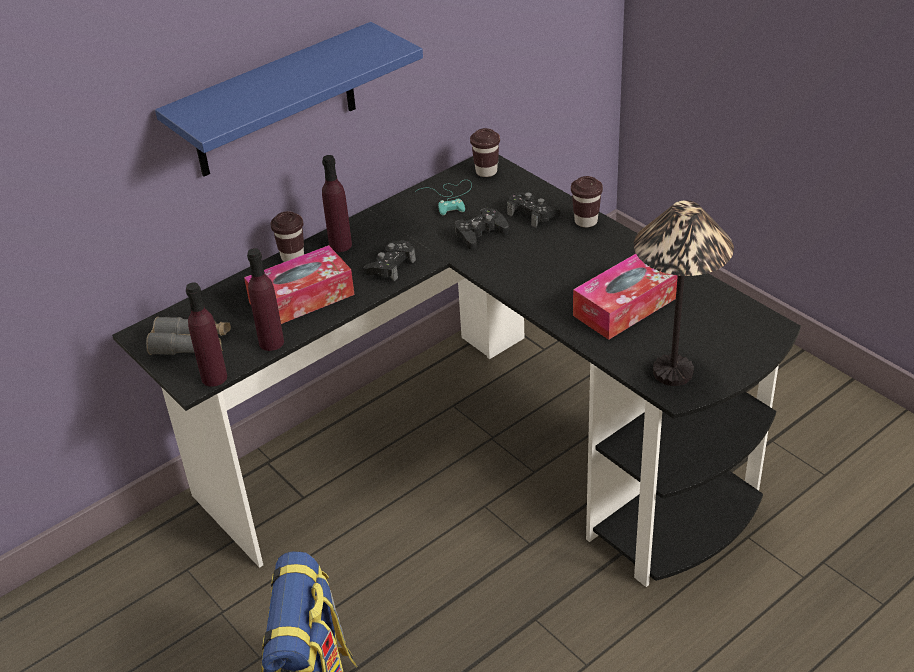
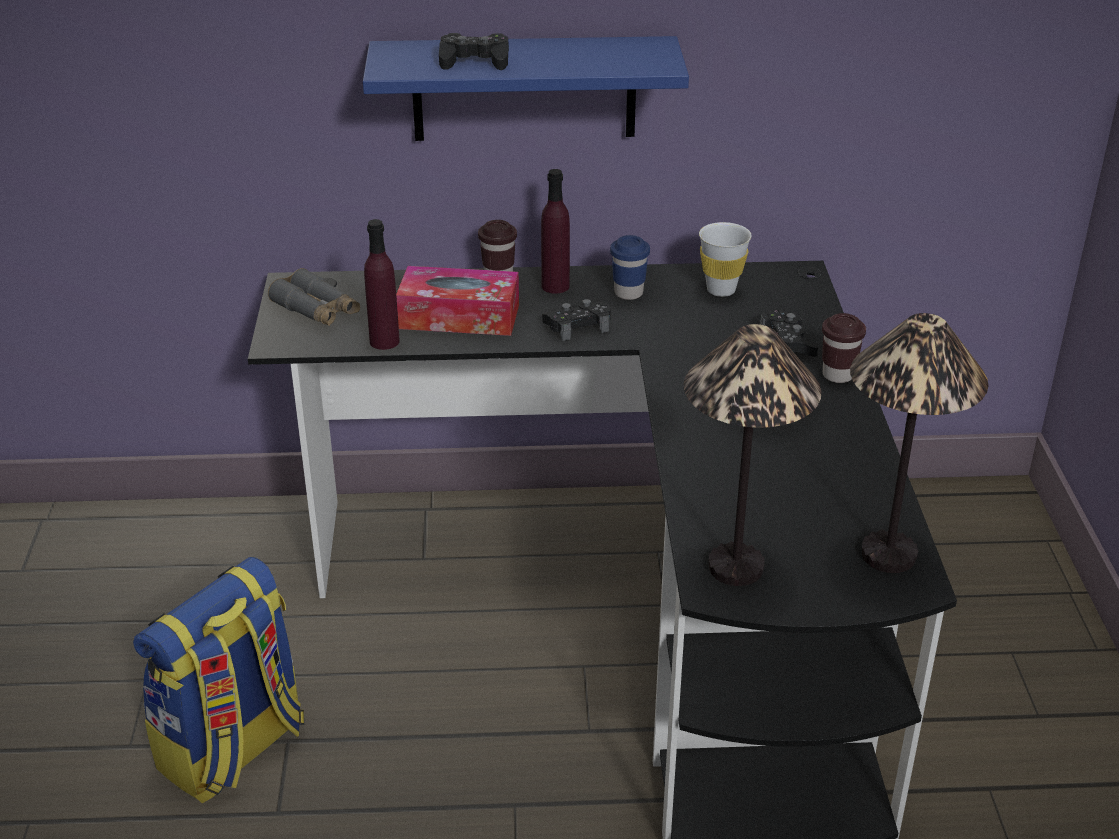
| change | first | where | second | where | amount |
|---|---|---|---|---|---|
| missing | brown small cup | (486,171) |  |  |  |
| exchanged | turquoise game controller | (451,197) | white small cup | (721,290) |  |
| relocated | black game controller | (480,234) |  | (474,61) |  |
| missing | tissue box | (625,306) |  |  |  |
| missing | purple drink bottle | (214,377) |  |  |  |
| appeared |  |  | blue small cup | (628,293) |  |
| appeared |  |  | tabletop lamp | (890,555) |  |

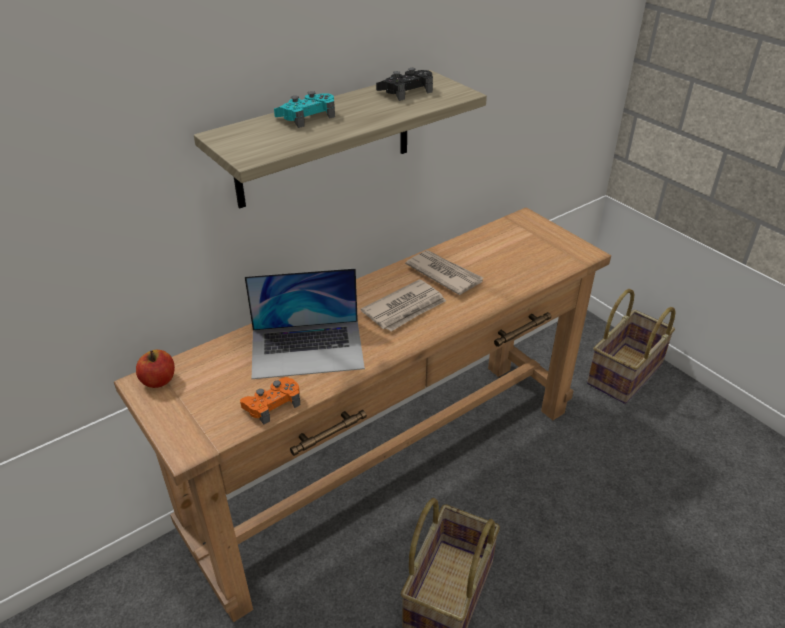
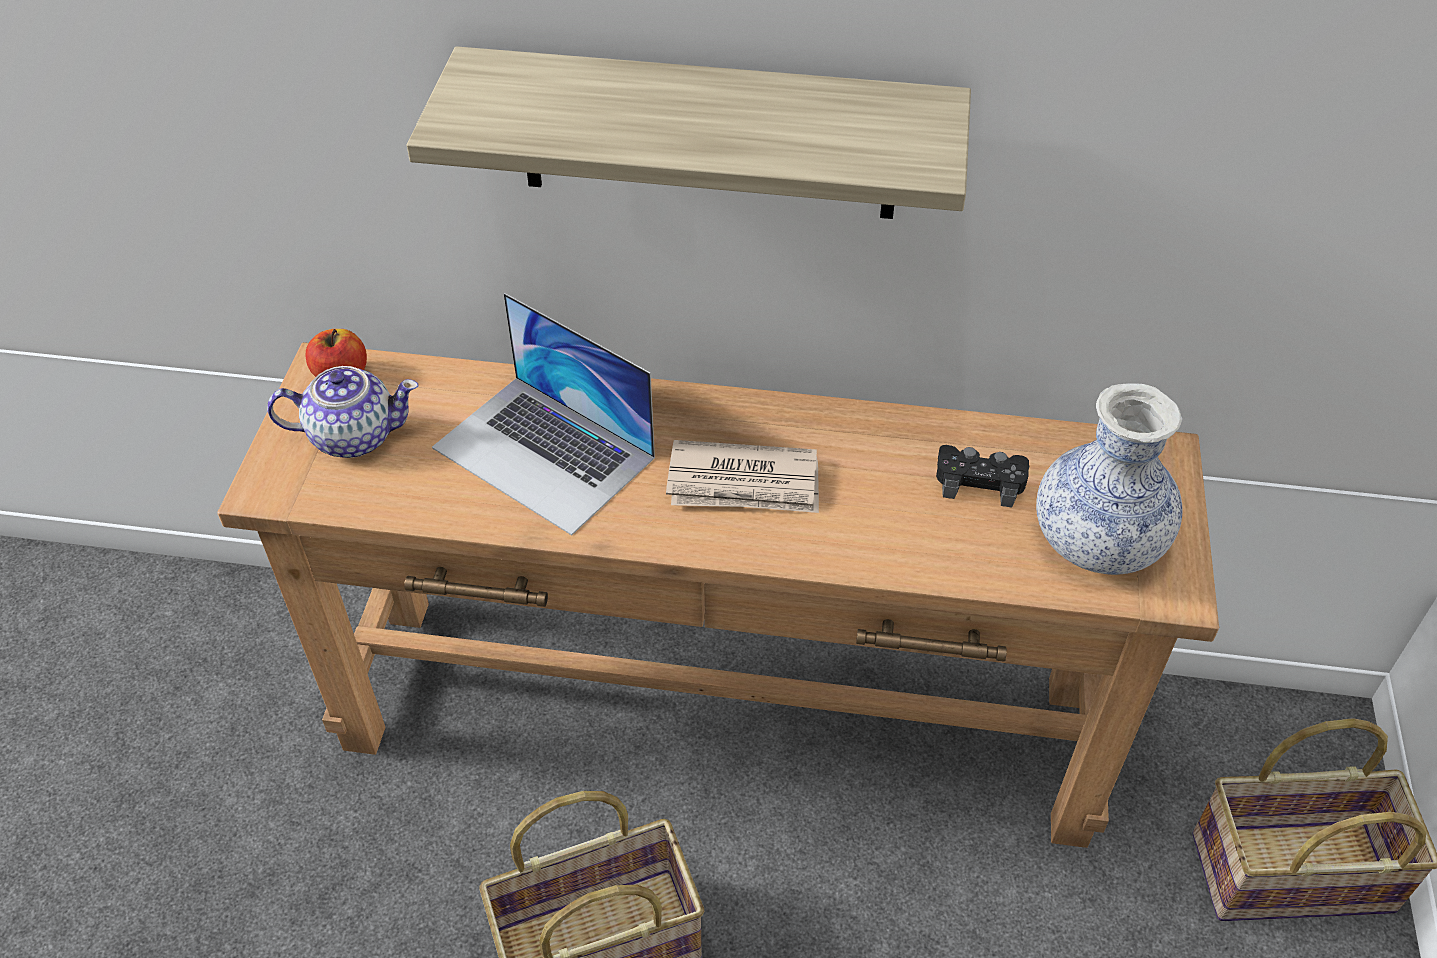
| change | first | where | second | where | amount |
|---|---|---|---|---|---|
| relocated | black game controller | (406,91) |  | (980,481) |  |
| missing | turquoise game controller | (306,117) |  |  |  |
| missing | printed paper | (444,274) |  |  |  |
| missing | orange game controller | (272,404) |  |  |  |
| appeared |  |  | pot for tea | (352,435) |  |
| appeared |  |  | decorative vase | (1097,541) |  |

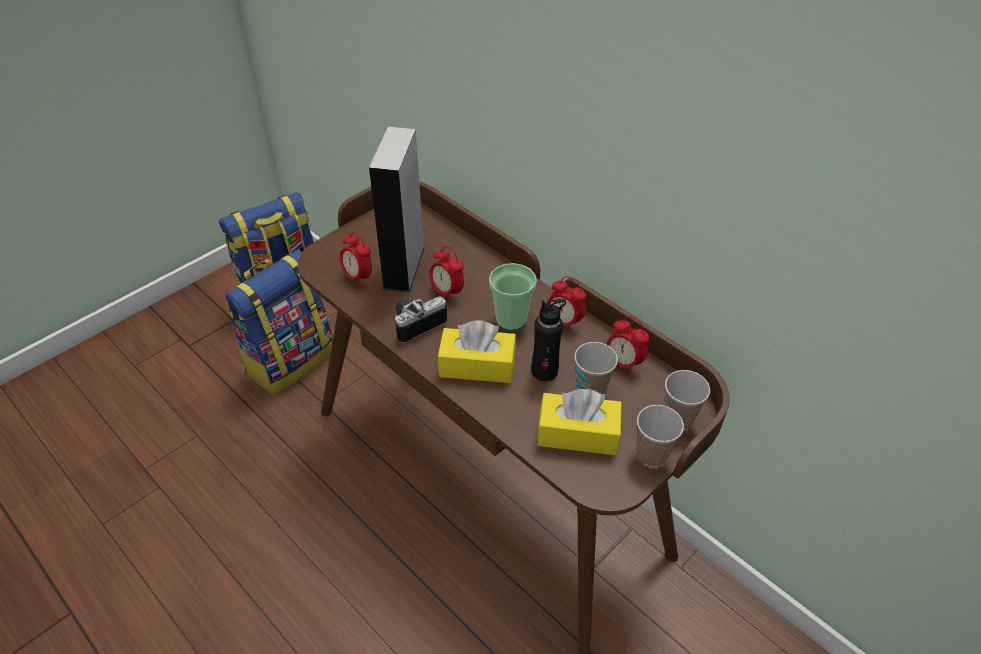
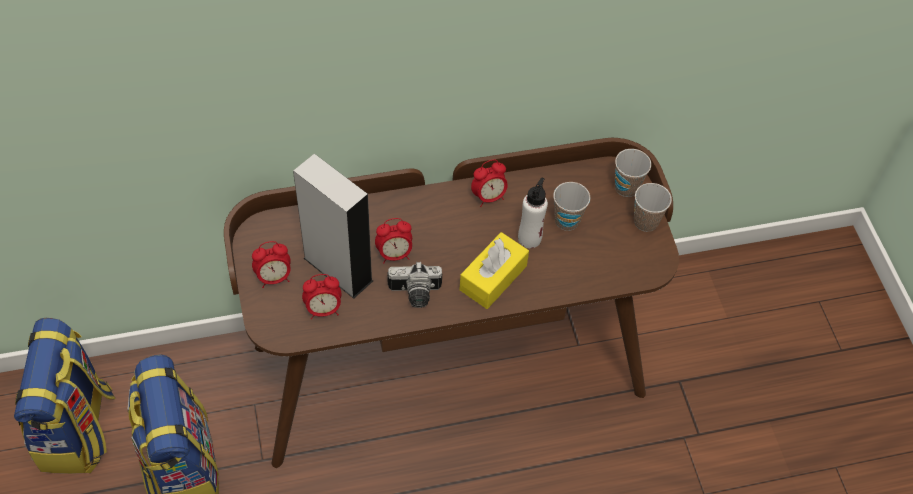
| change | first | where | second | where | amount |
|---|---|---|---|---|---|
| missing | small cup | (511,319) |  |  |  |
| spun | photo camera | (416,323) |  | (415,294) | 90 degrees counterclockwise |
| colour | black drink bottle | (544,371) | white drink bottle | (529,238) |  |
| relocated | alarm clock | (623,363) |  | (274,278) |  |
| missing | yellow-coloured tissue box | (577,434) |  |  |  |

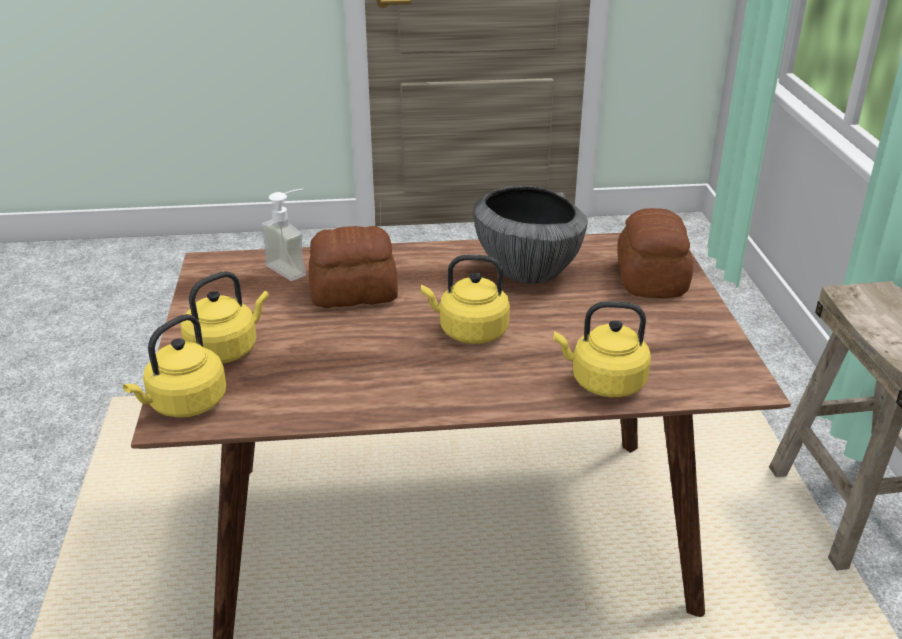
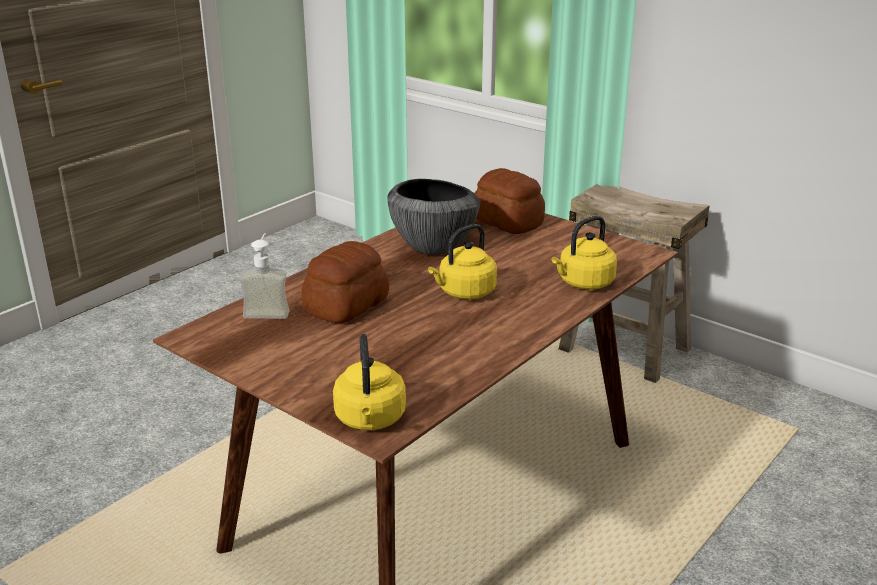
| change | first | where | second | where | amount |
|---|---|---|---|---|---|
| missing | yellow-coloured water kettle | (226,349) |  |  |  |

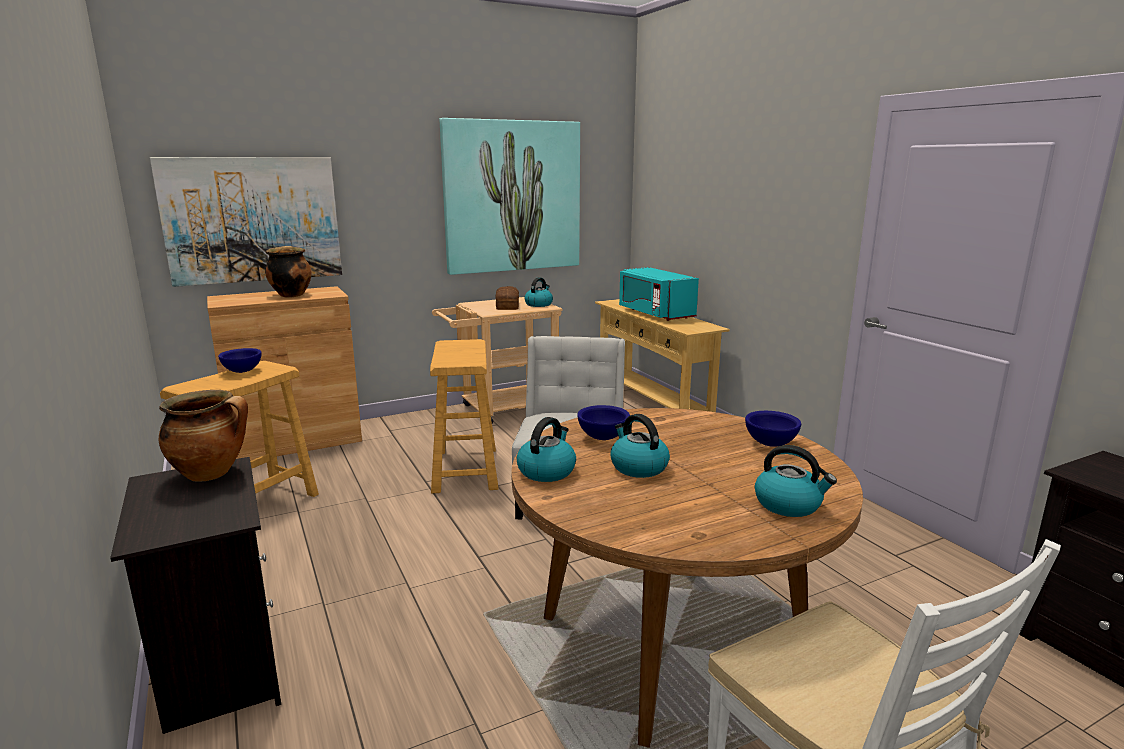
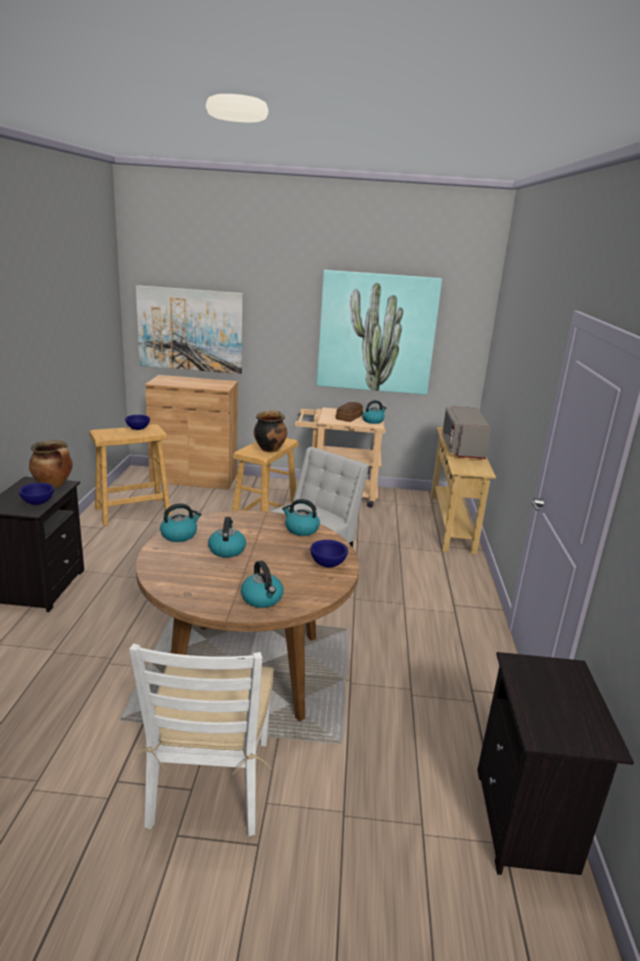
| change | first | where | second | where | amount |
|---|---|---|---|---|---|
| relocated | stockpot | (291,295) |  | (269,449) |  |
| colour | turquoise microwave oven | (655,313) | gray microwave oven | (462,448) |  |
| relocated | blue bowl | (602,437) |  | (38,502) |  |
| appeared |  |  | water kettle | (301,529) |  |

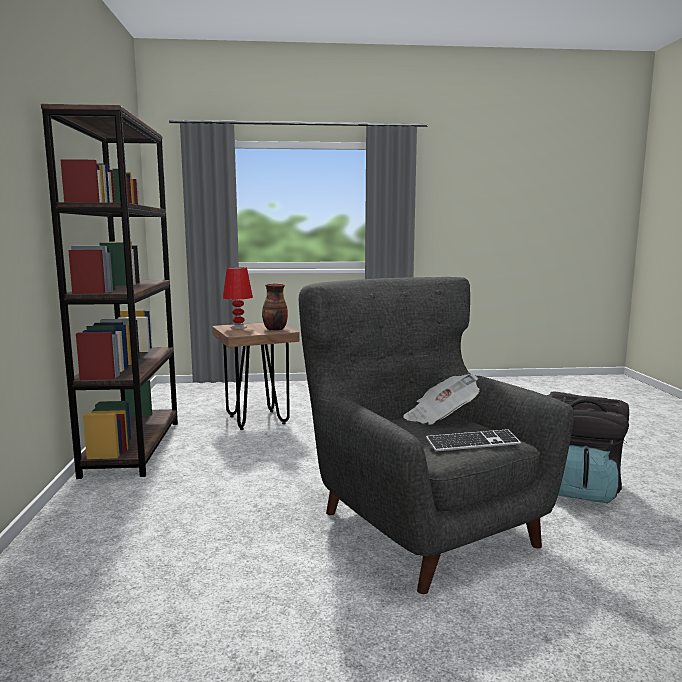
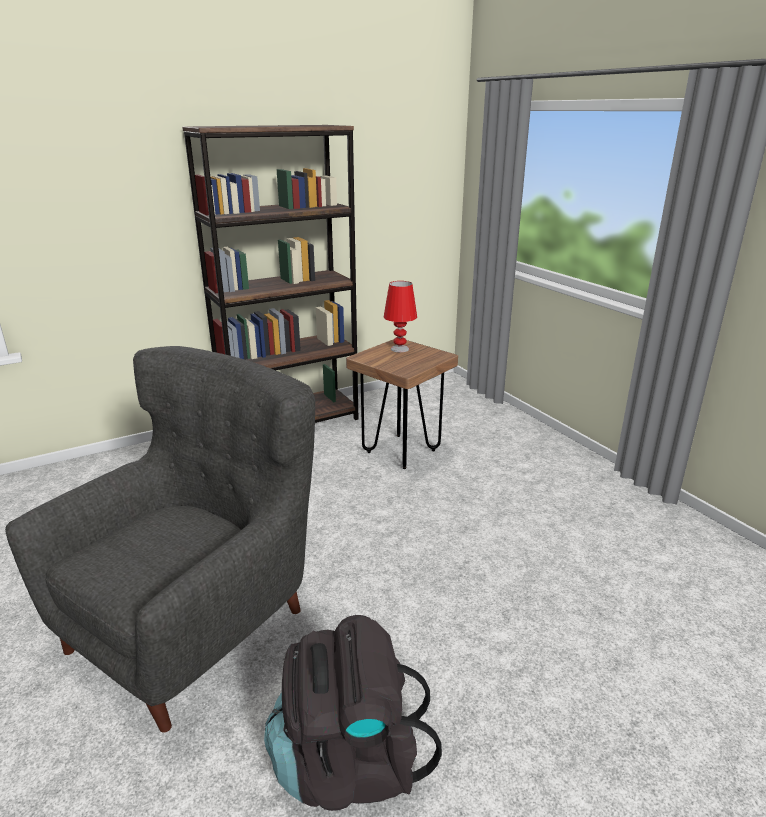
| change | first | where | second | where | amount |
|---|---|---|---|---|---|
| missing | decorative vase | (274,329) |  |  |  |
| missing | printed paper | (440,418) |  |  |  |
| missing | PC keyboard | (473,443) |  |  |  |

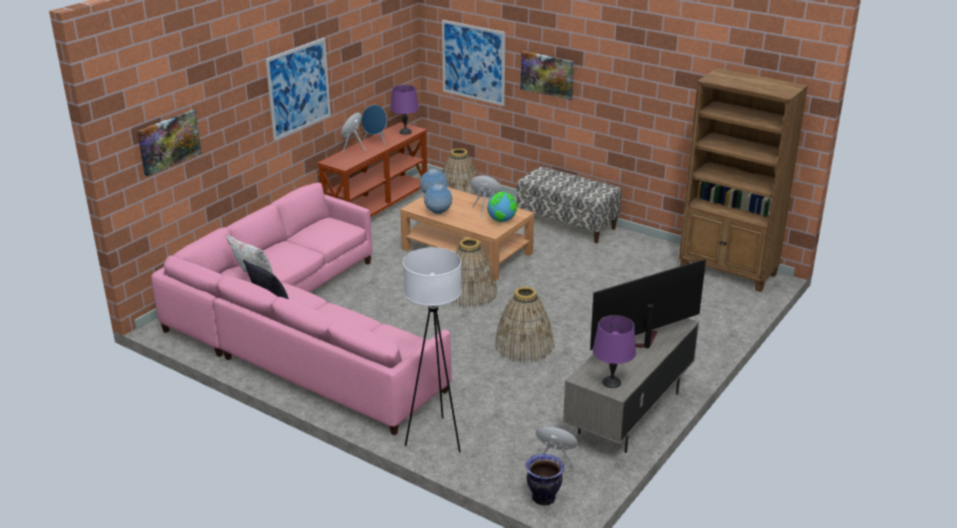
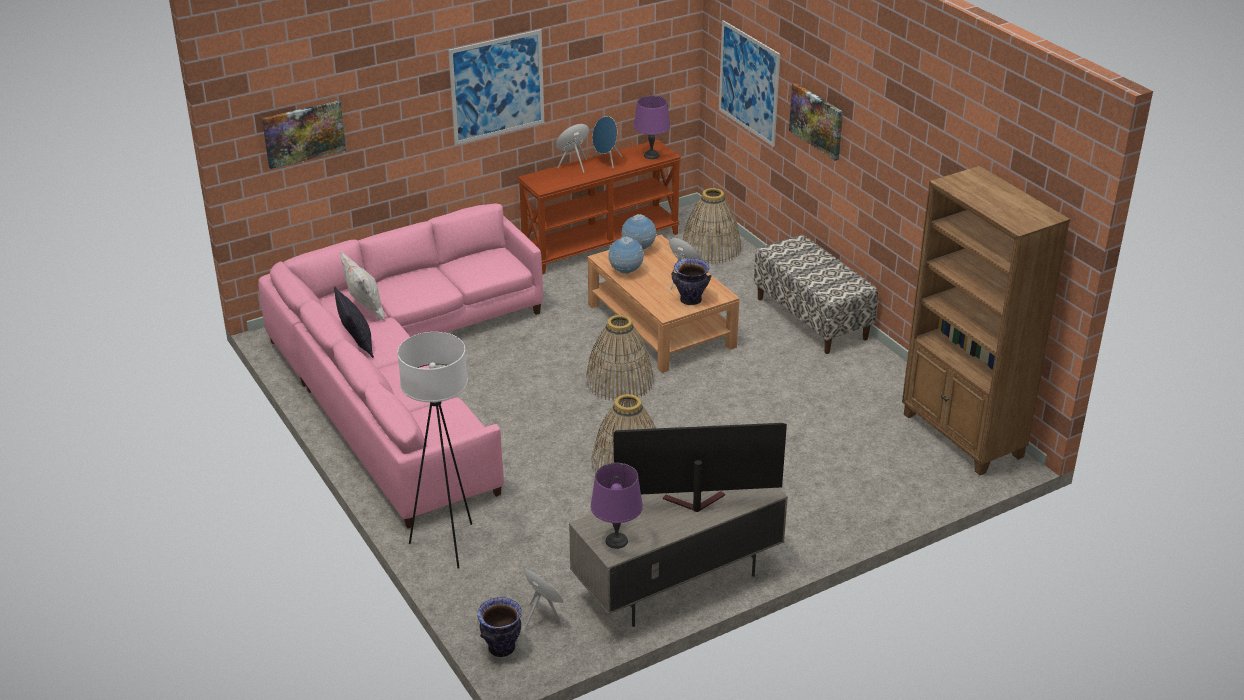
| change | first | where | second | where | amount |
|---|---|---|---|---|---|
| exchanged | desk globe | (502,221) | decorative vase | (690,300) |  |

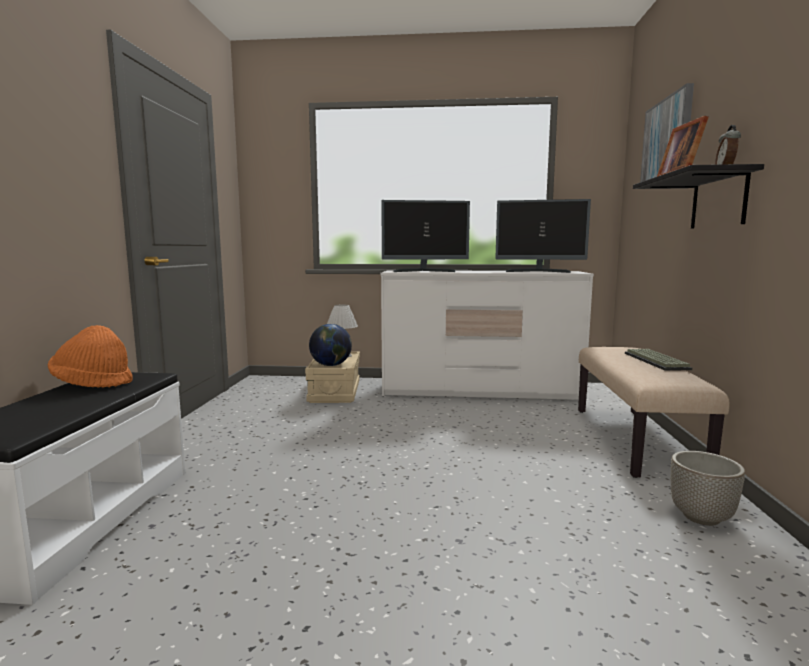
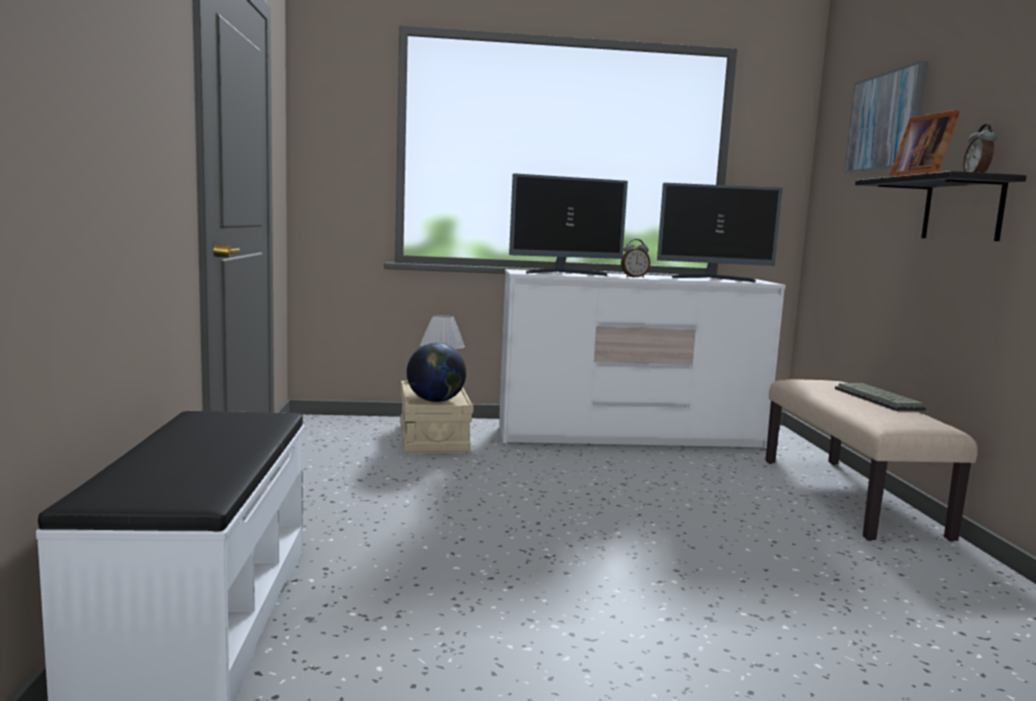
| change | first | where | second | where | amount |
|---|---|---|---|---|---|
| missing | orange wearable hat | (93,383) |  |  |  |
| missing | plant pot | (702,517) |  |  |  |
| appeared |  |  | alarm clock | (634,277) |  |

